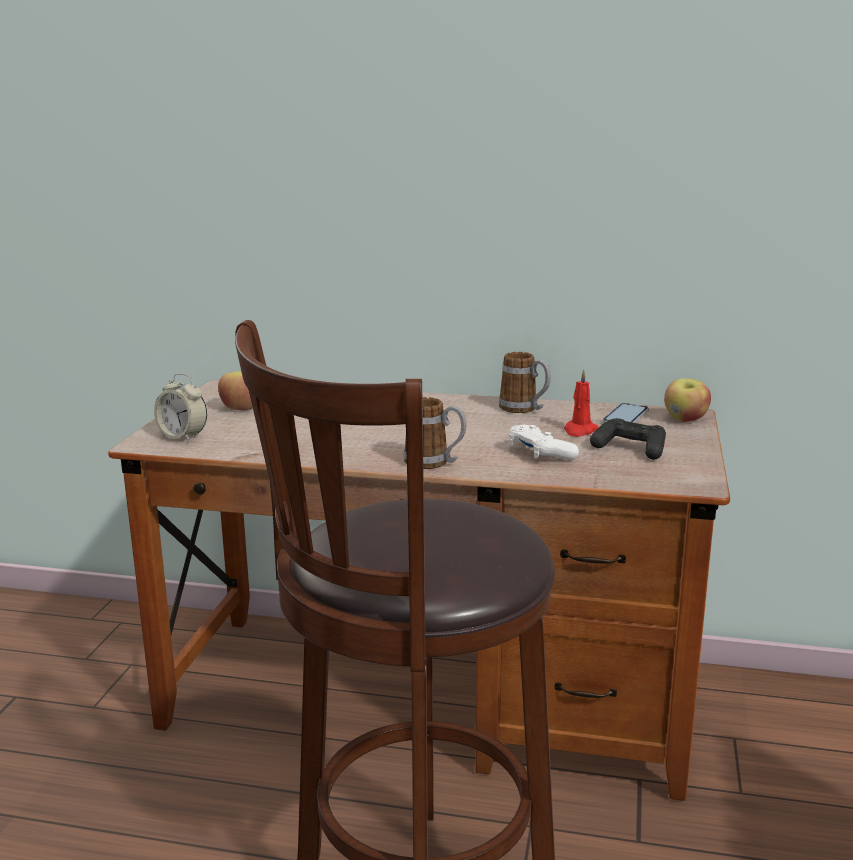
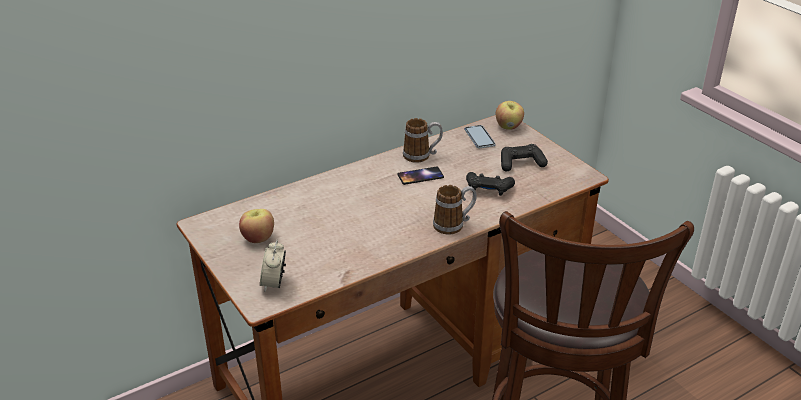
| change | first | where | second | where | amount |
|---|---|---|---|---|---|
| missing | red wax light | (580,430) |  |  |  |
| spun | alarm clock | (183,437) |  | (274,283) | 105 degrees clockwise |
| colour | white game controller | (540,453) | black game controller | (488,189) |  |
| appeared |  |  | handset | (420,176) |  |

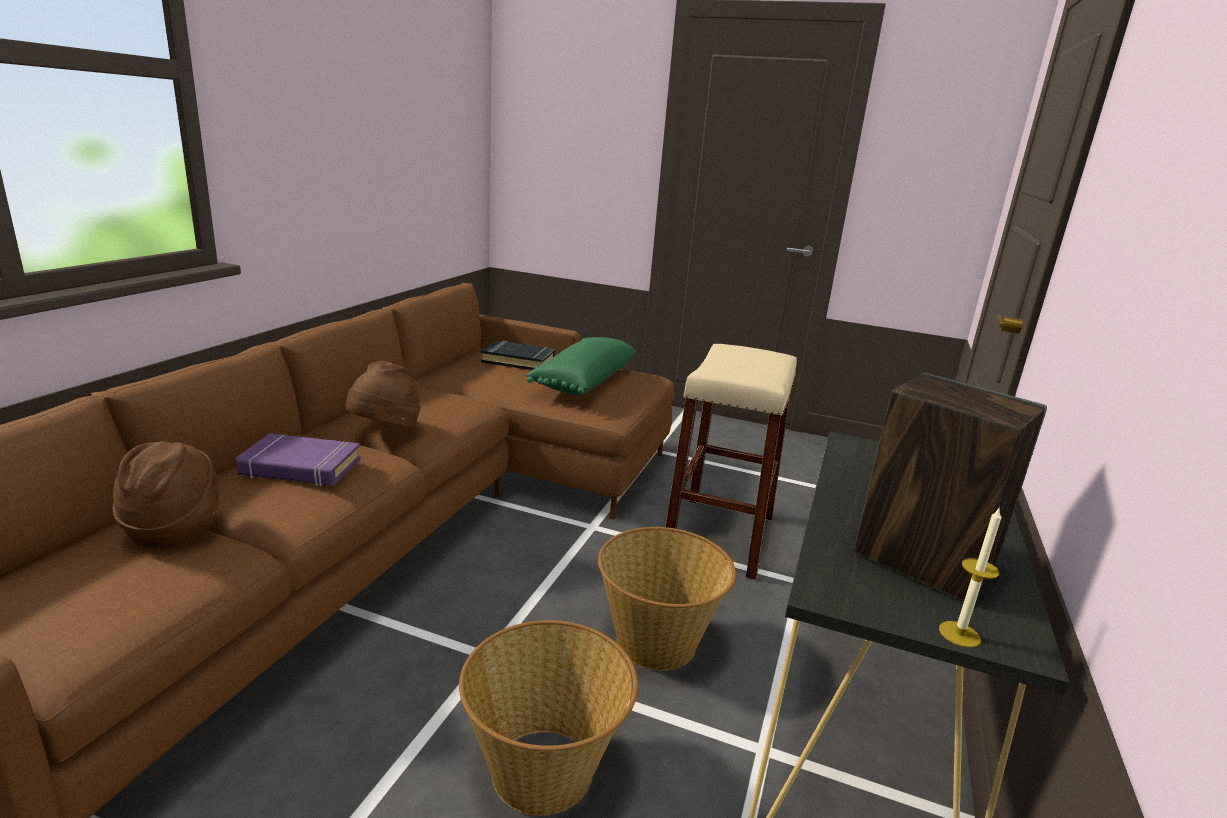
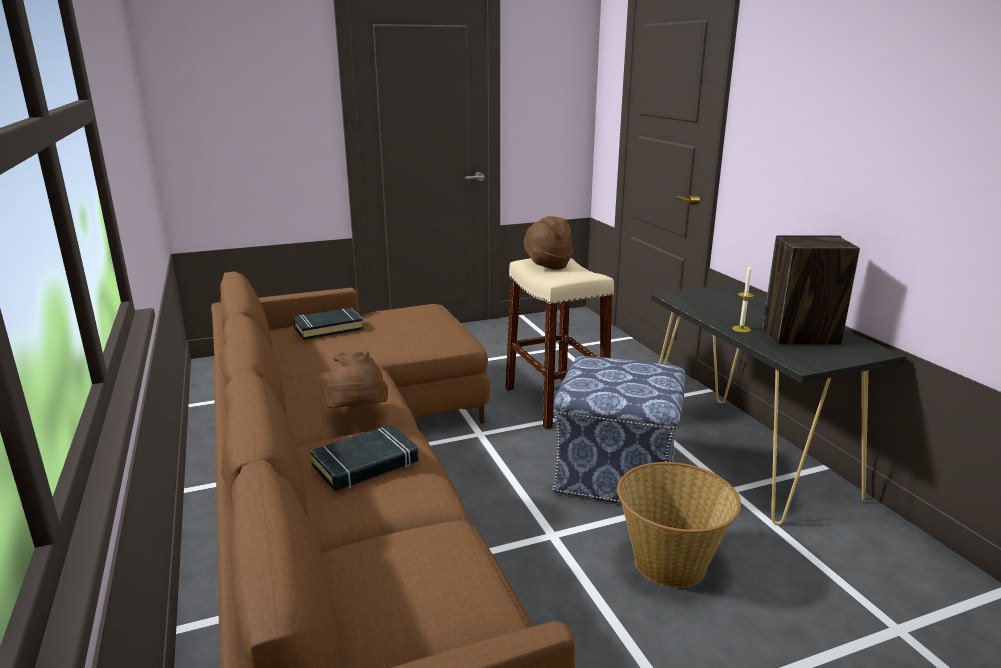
| change | first | where | second | where | amount |
|---|---|---|---|---|---|
| missing | green throw pillow | (582,381) |  |  |  |
| colour | purple bound book | (300,467) | black bound book | (366,464) |  |
| relocated | brown wearable hat | (174,529) |  | (547,265) |  |
| relocated | wax light | (959,634) |  | (741,329) |  |
| exchanged | household basket | (657,641) | pouffe | (617,473) |  |

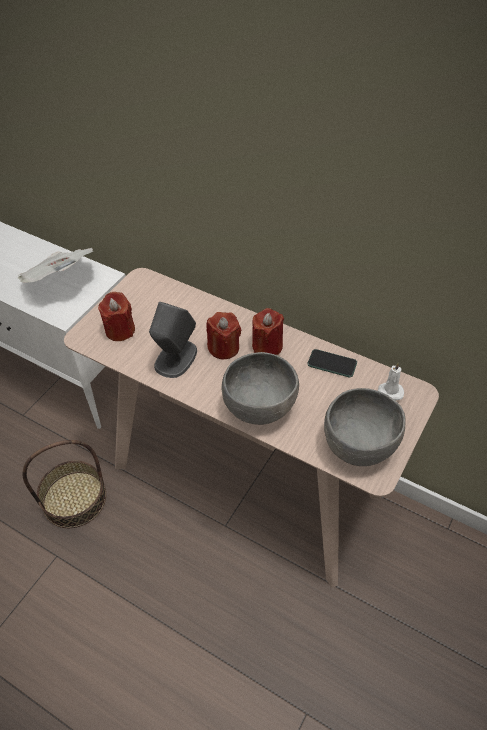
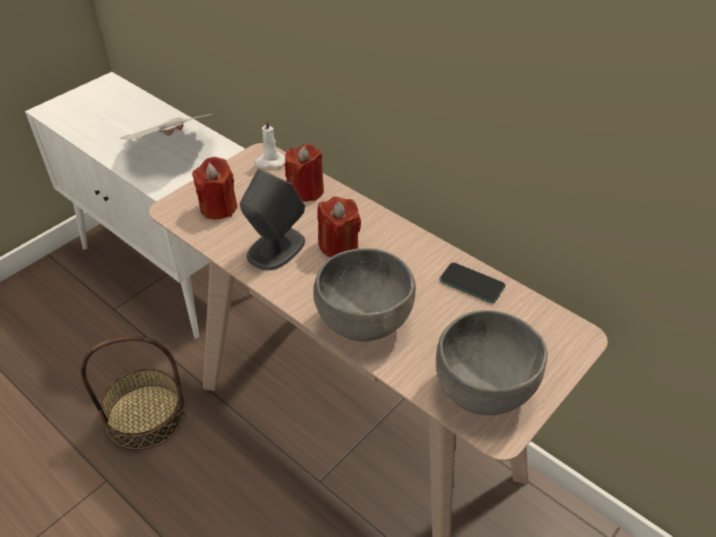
| change | first | where | second | where | amount |
|---|---|---|---|---|---|
| relocated | red wax light | (267,345) |  | (306,191) |  |
| relocated | white wax light | (388,393) |  | (269,162) |  |

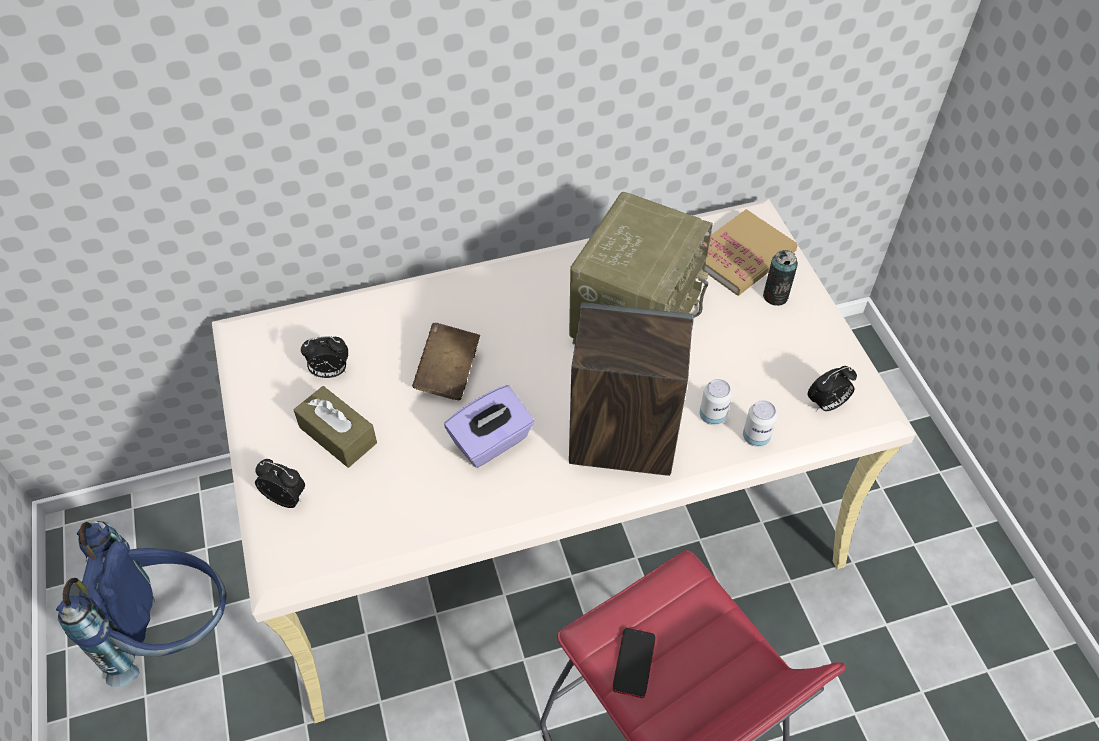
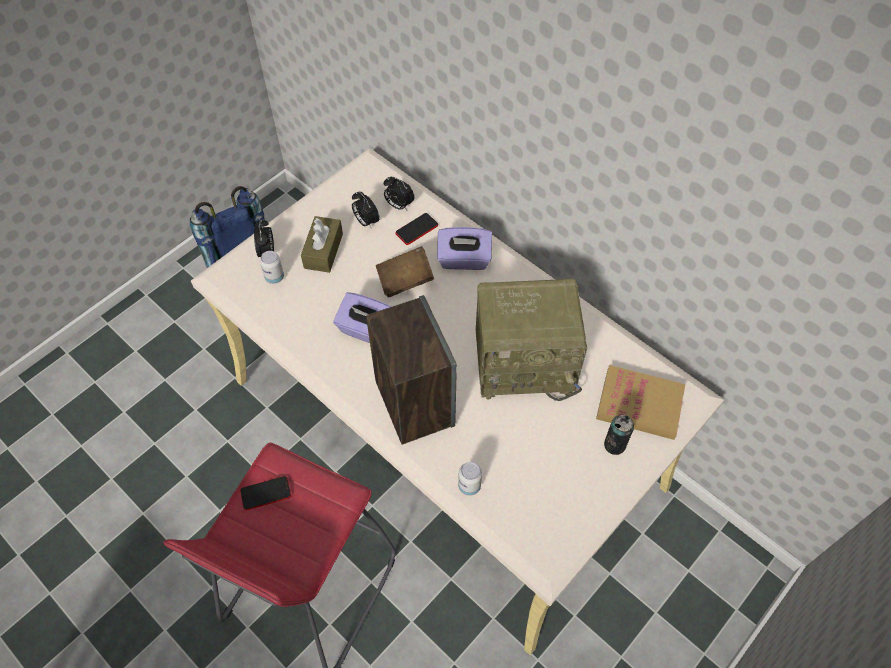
| change | first | where | second | where | amount |
|---|---|---|---|---|---|
| relocated | alarm clock | (826,404) |  | (398,205) |  |
| relocated | can | (712,416) |  | (274,277) |  |
| appeared |  |  | handset | (416,229) |  |
| appeared |  |  | purple tissue box | (464,260) |  |

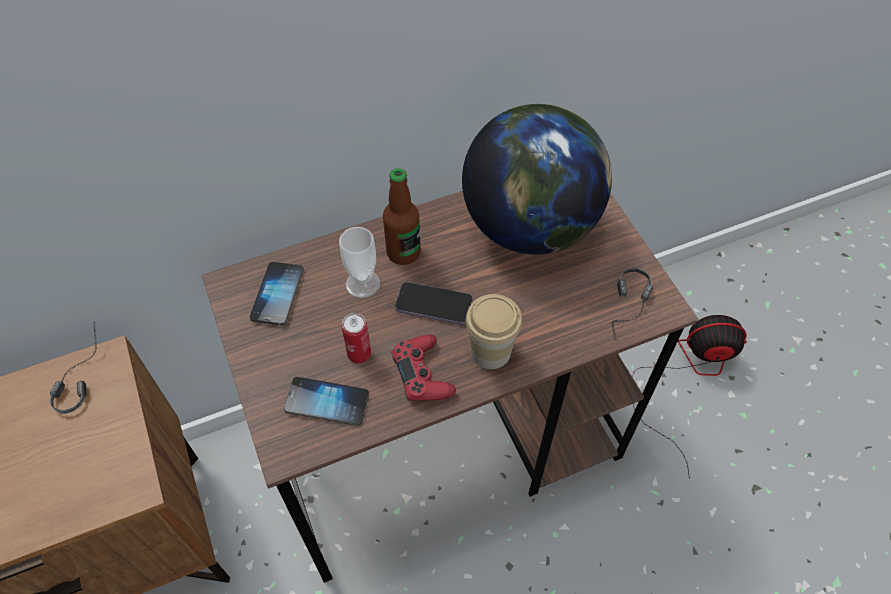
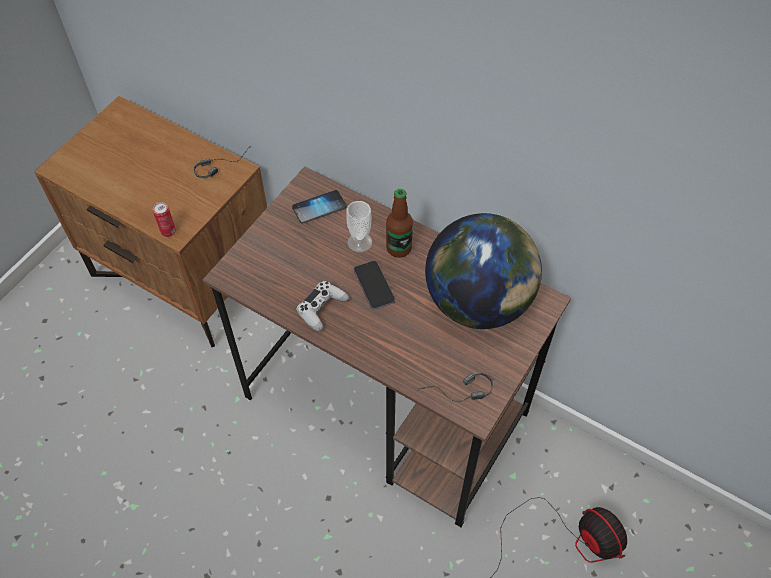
| change | first | where | second | where | amount |
|---|---|---|---|---|---|
| missing | small cup | (490,351) |  |  |  |
| relocated | can | (359,354) |  | (168,232) |  |
| colour | red game controller | (422,374) | white game controller | (322,308) |  |
| missing | handset | (327,402) |  |  |  |

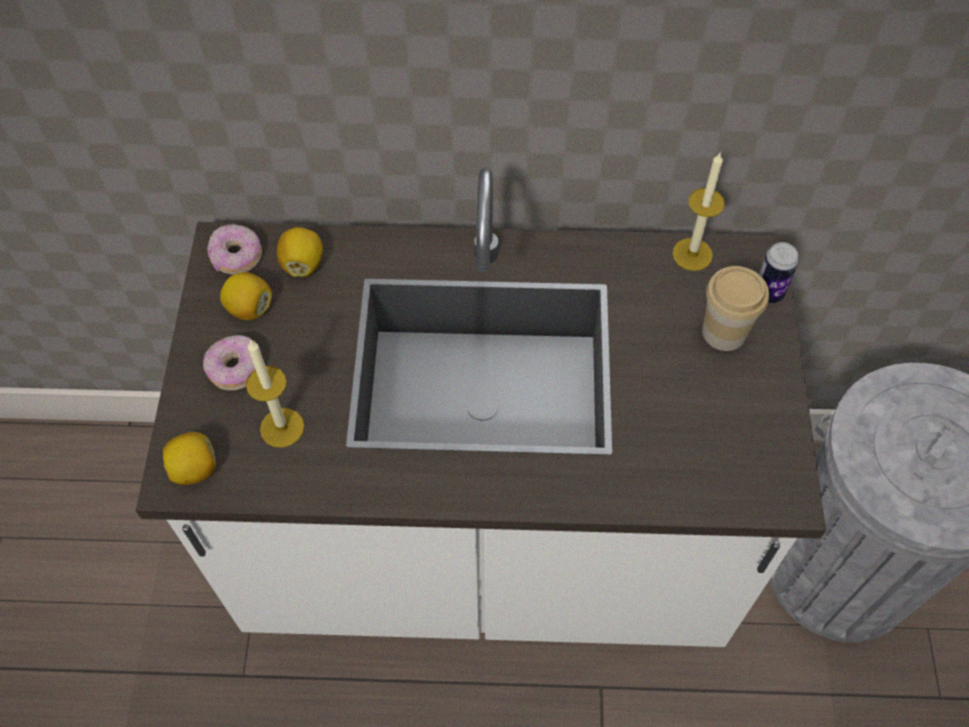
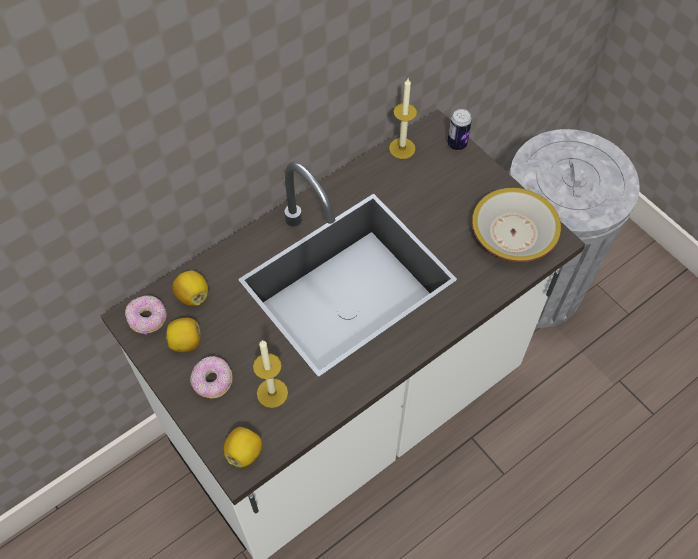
| change | first | where | second | where | amount |
|---|---|---|---|---|---|
| missing | small cup | (724,332) |  |  |  |
| appeared |  |  | bowl | (513,233) |  |

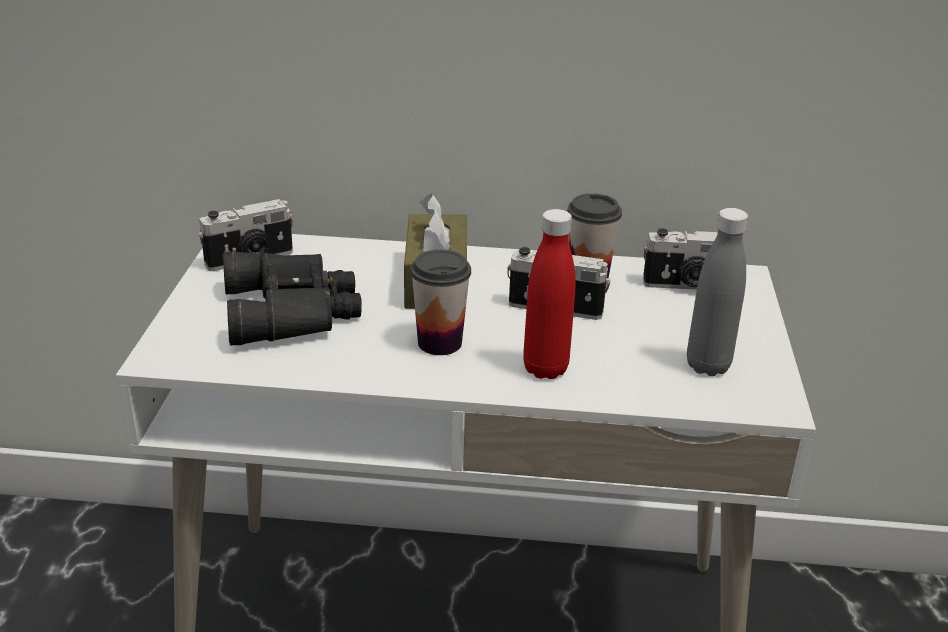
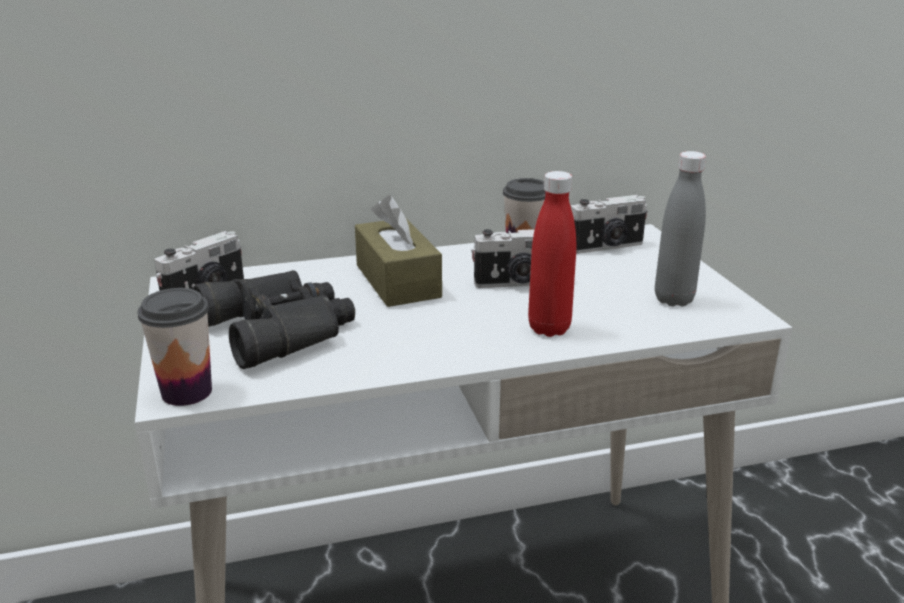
| change | first | where | second | where | amount |
|---|---|---|---|---|---|
| relocated | small cup | (439,343) |  | (187,392) |  |

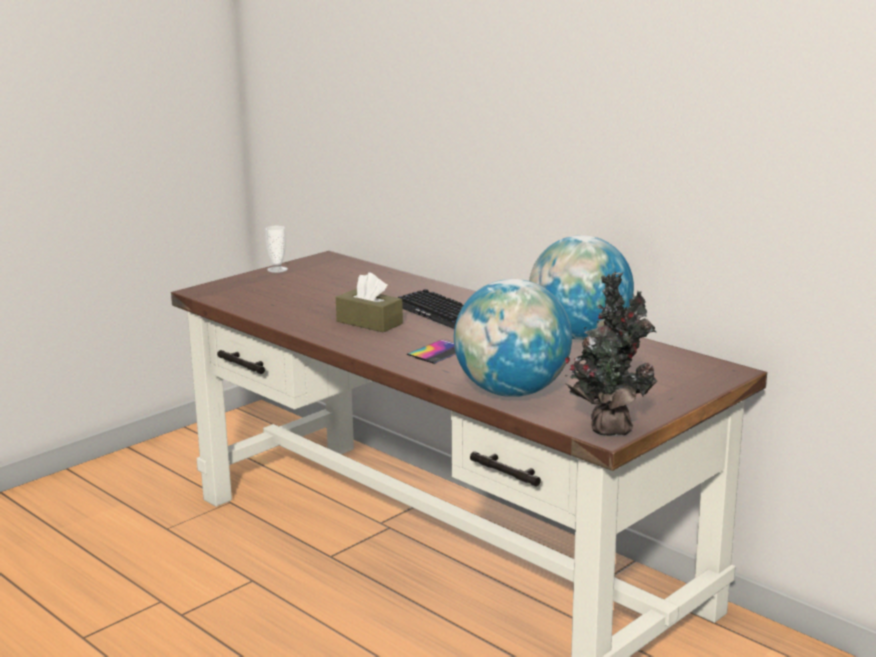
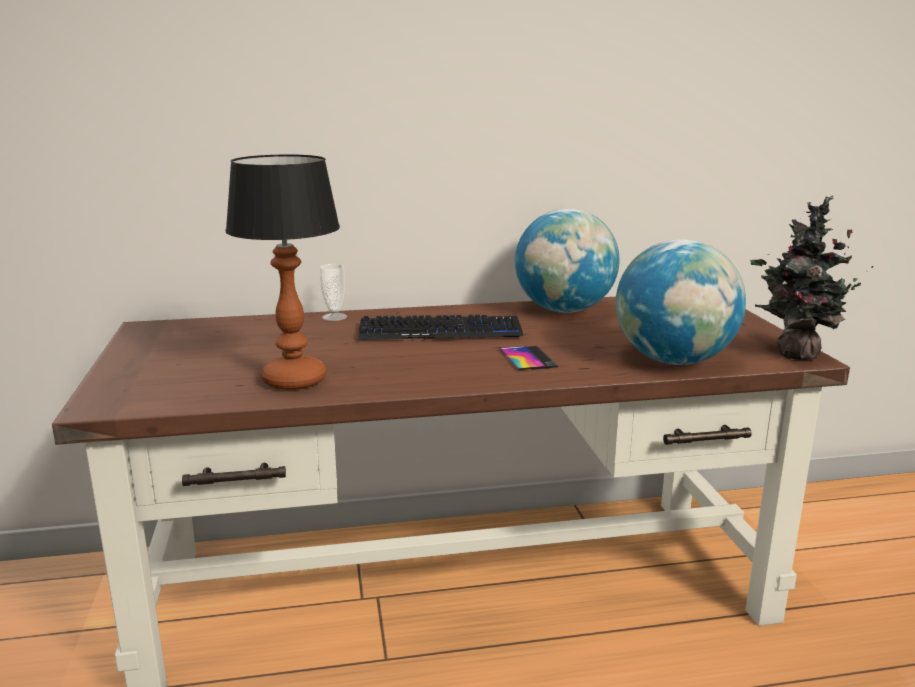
| change | first | where | second | where | amount |
|---|---|---|---|---|---|
| relocated | small cup | (277,269) |  | (334,317) |  |
| missing | brown tissue box | (369,322) |  |  |  |
| appeared |  |  | tabletop lamp | (295,379) |  |

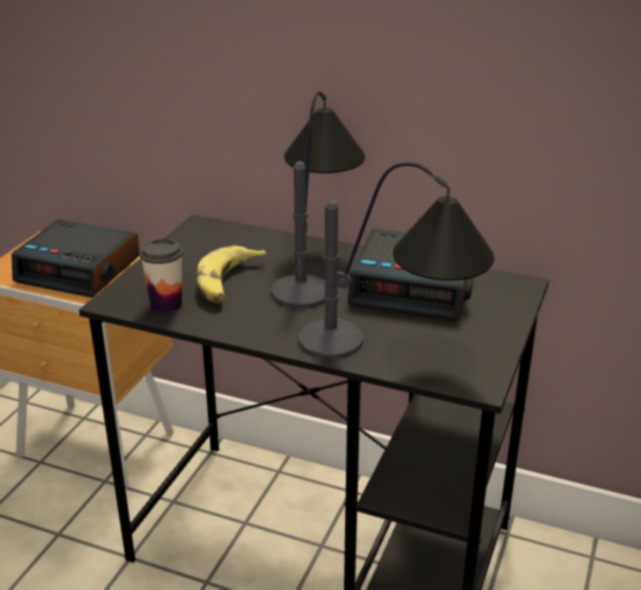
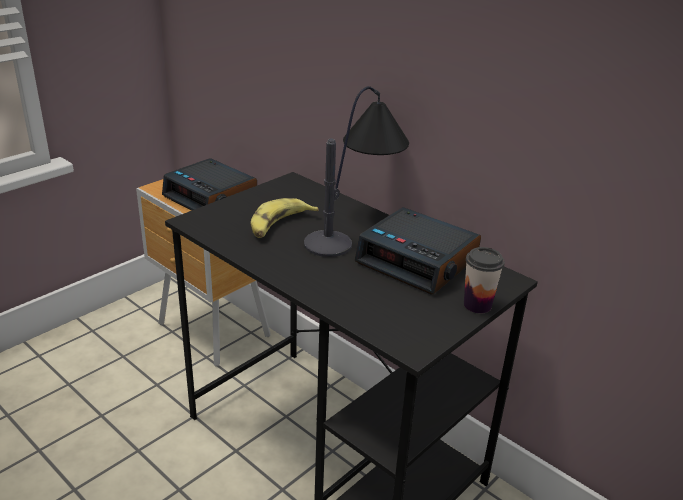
| change | first | where | second | where | amount |
|---|---|---|---|---|---|
| missing | tabletop lamp | (395,351) |  |  |  |
| relocated | small cup | (166,304) |  | (477,305) |  |

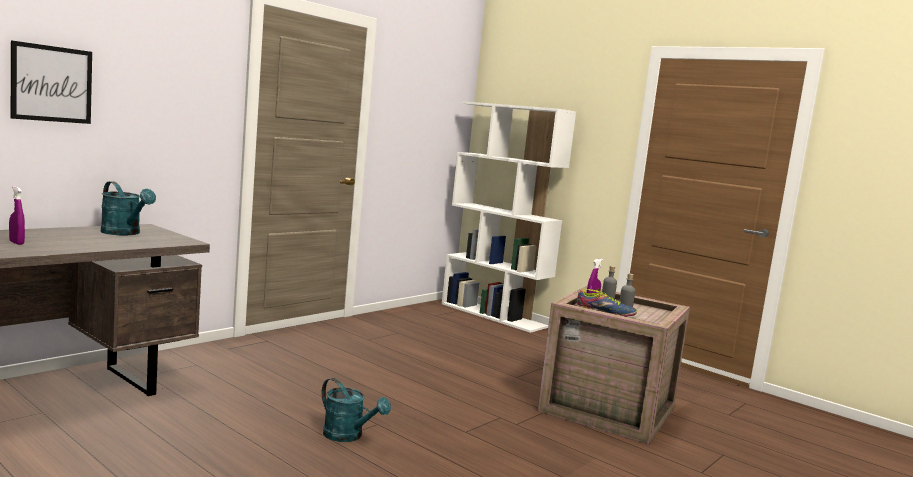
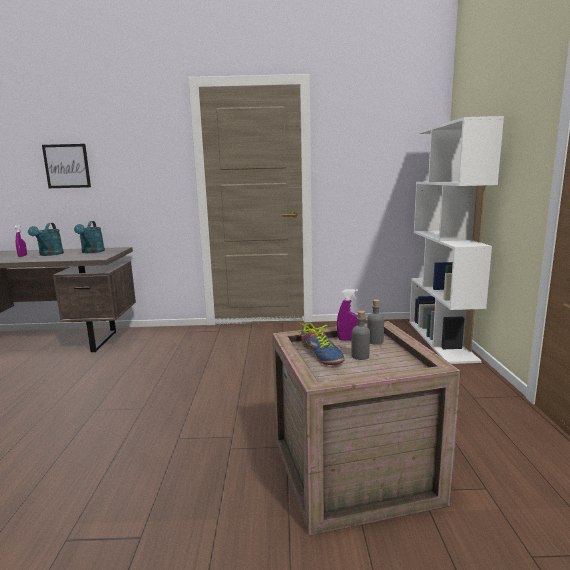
| change | first | where | second | where | amount |
|---|---|---|---|---|---|
| relocated | turquoise watering pot | (348,436) |  | (49,254) |  |

